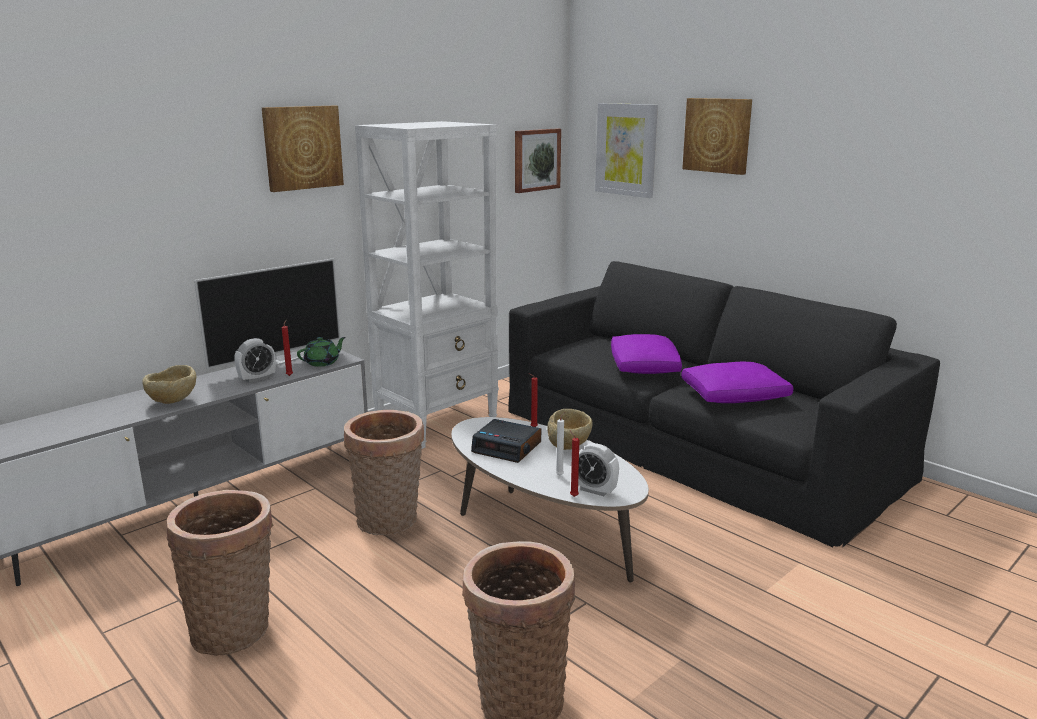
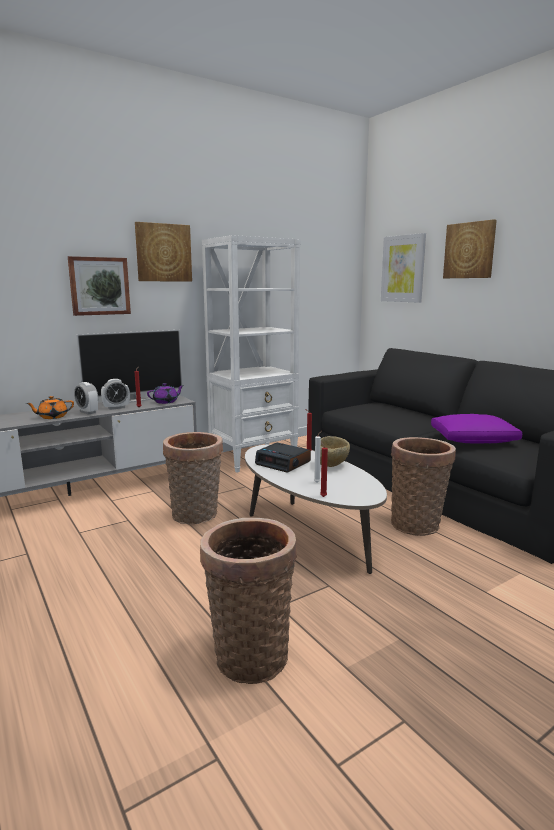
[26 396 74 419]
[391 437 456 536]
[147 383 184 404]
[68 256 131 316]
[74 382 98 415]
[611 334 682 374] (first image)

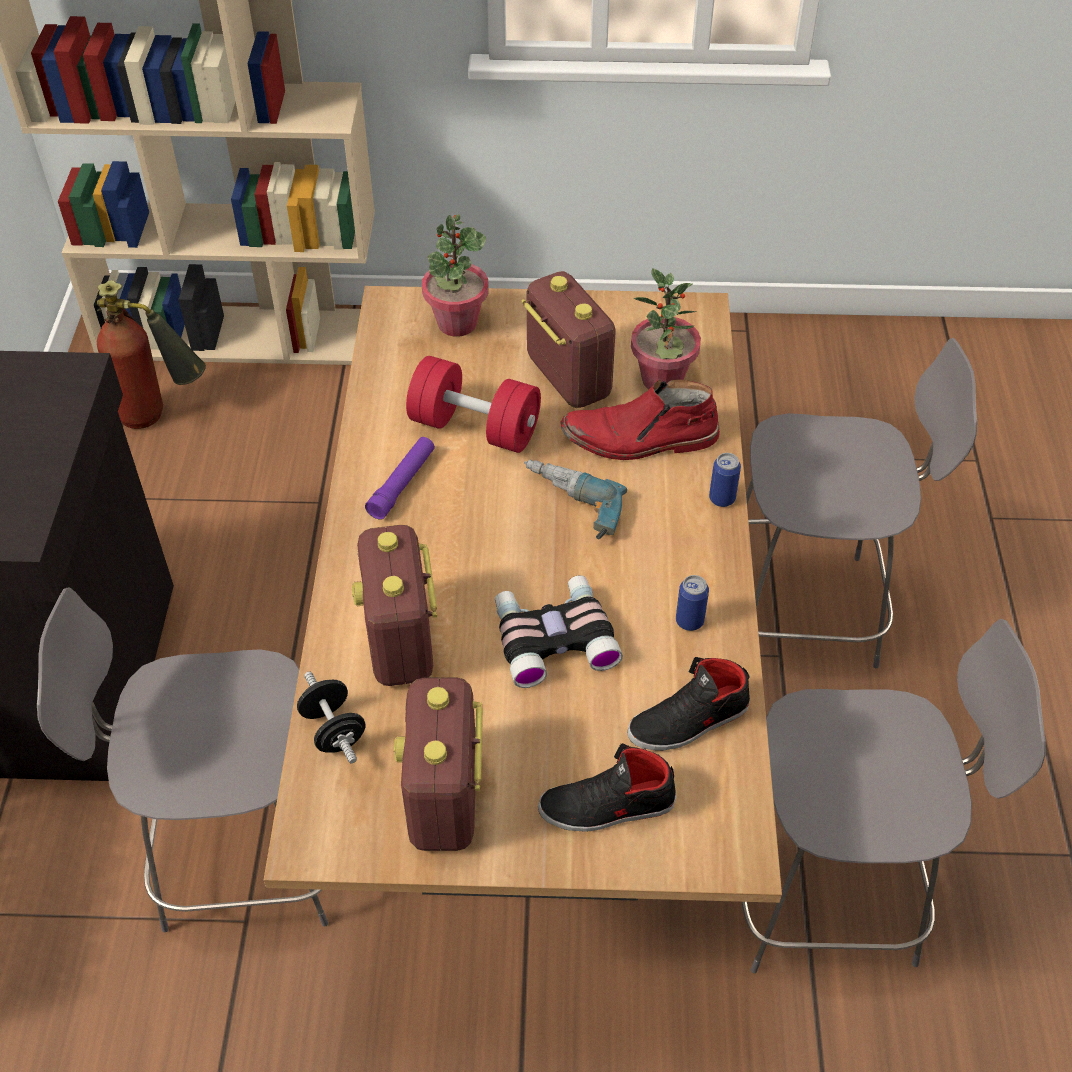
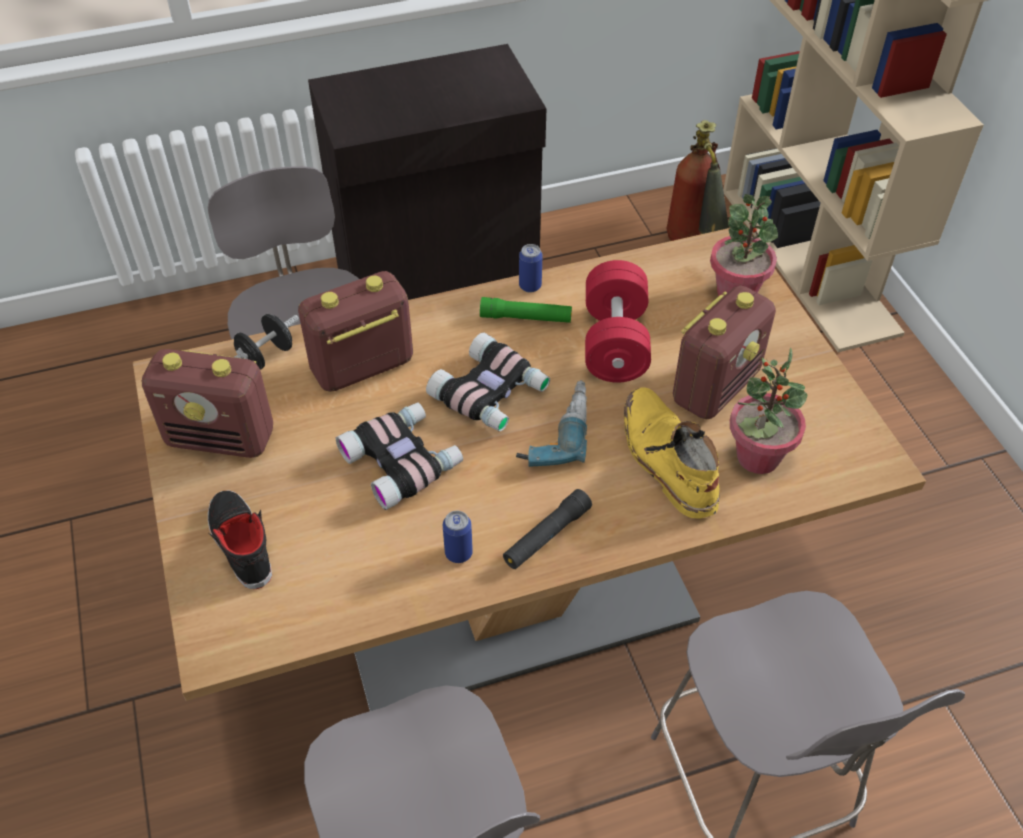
[480 297 572 323]
[142 349 273 458]
[624 388 720 519]
[627 657 750 751] (first image)
[519 244 542 293]
[426 332 550 432]
[503 489 592 569]

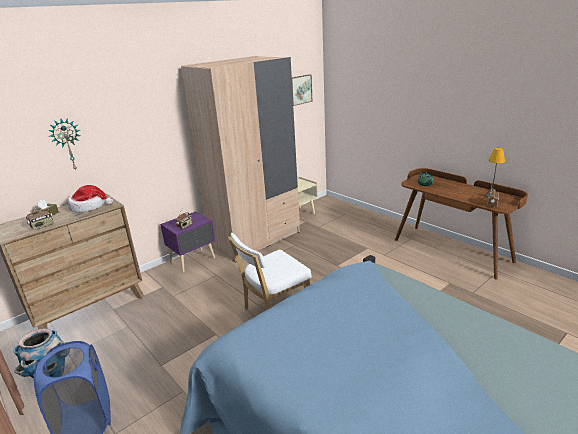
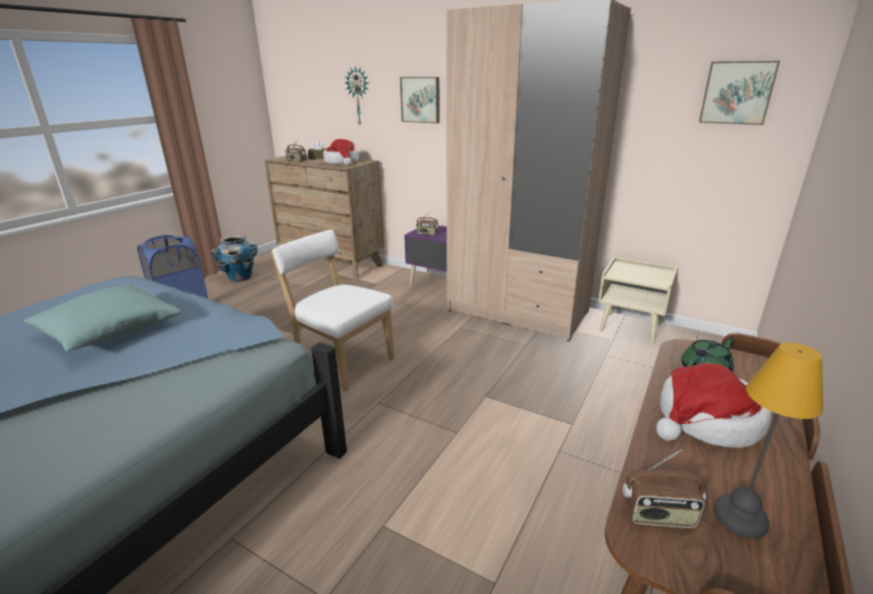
[24 284 182 351]
[400 77 440 123]
[656 363 772 448]

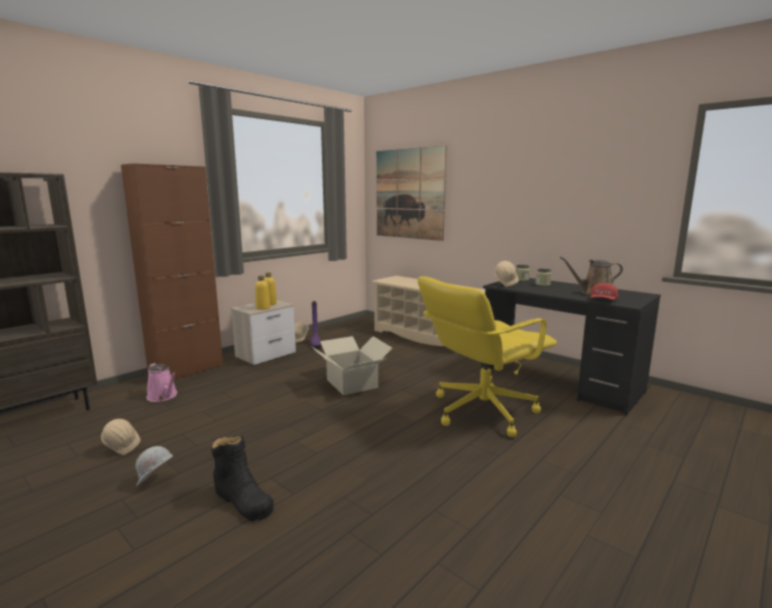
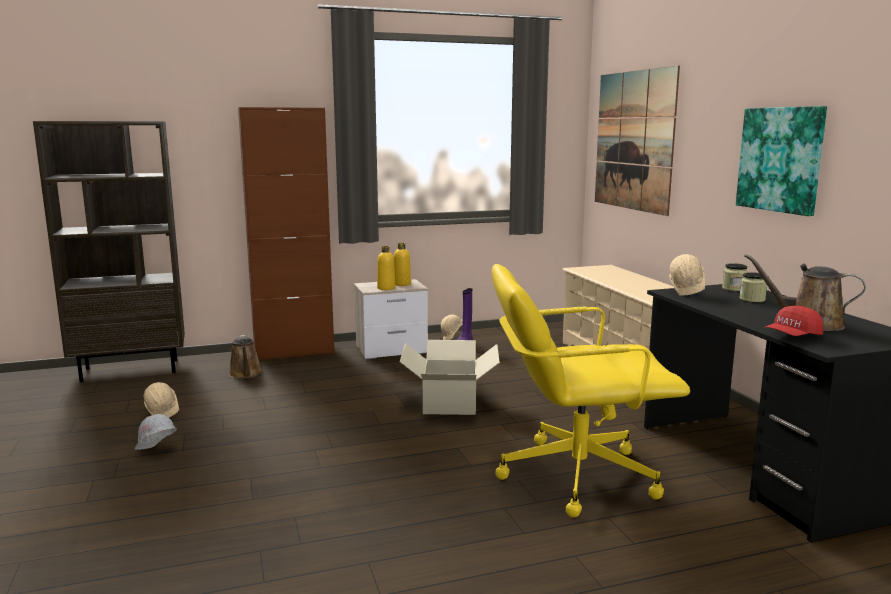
[229 335 262 379]
[211 435 274 521] (first image)
[736 106 827 216]

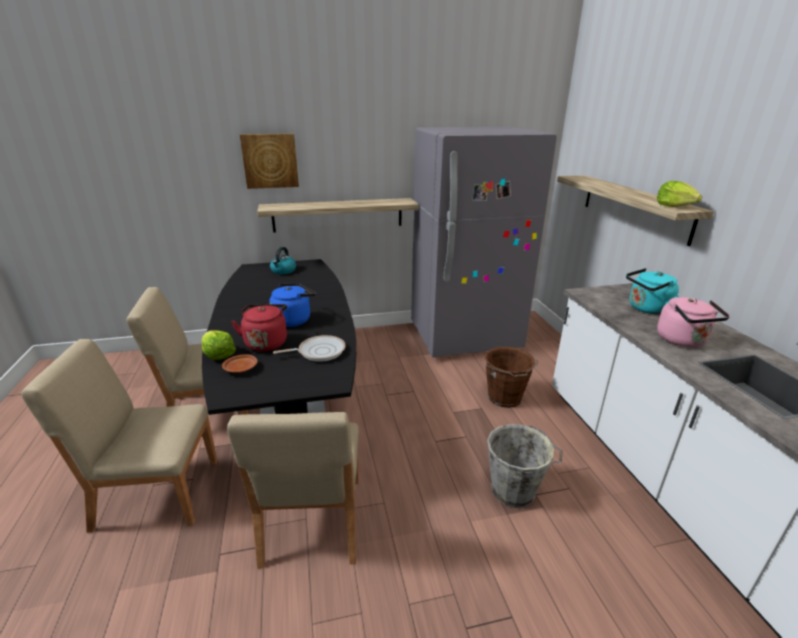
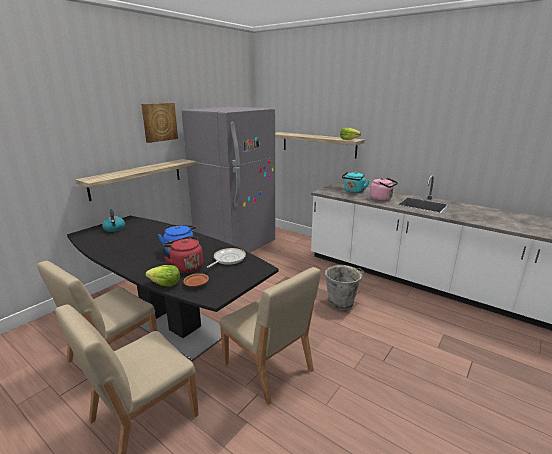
[141 103 178 143]
[485 347 538 408] (first image)

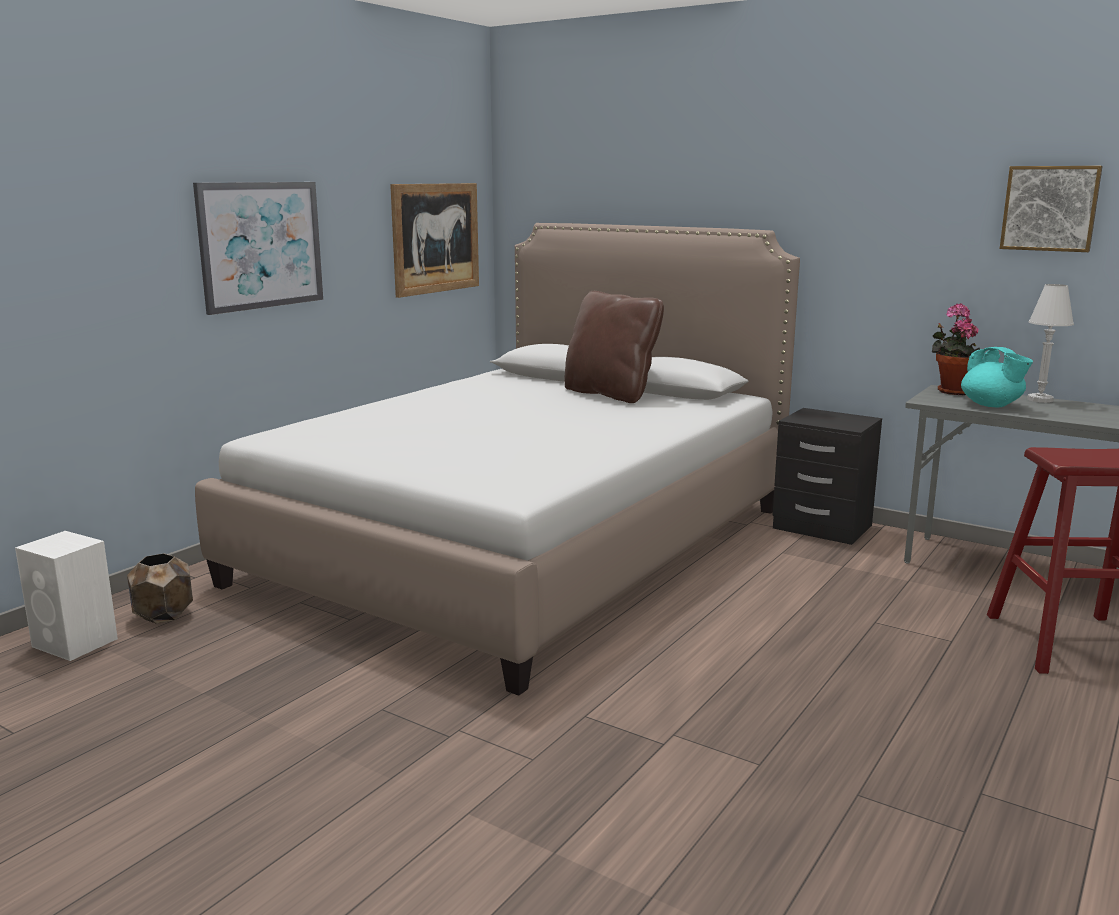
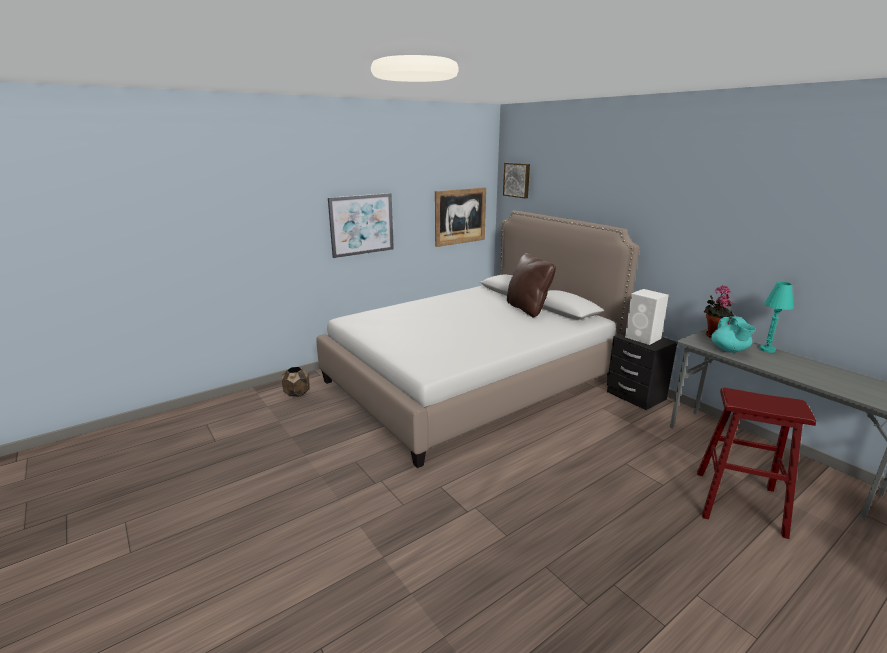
[625 289 669 345]
[503 163 530 198]
[759 282 794 353]

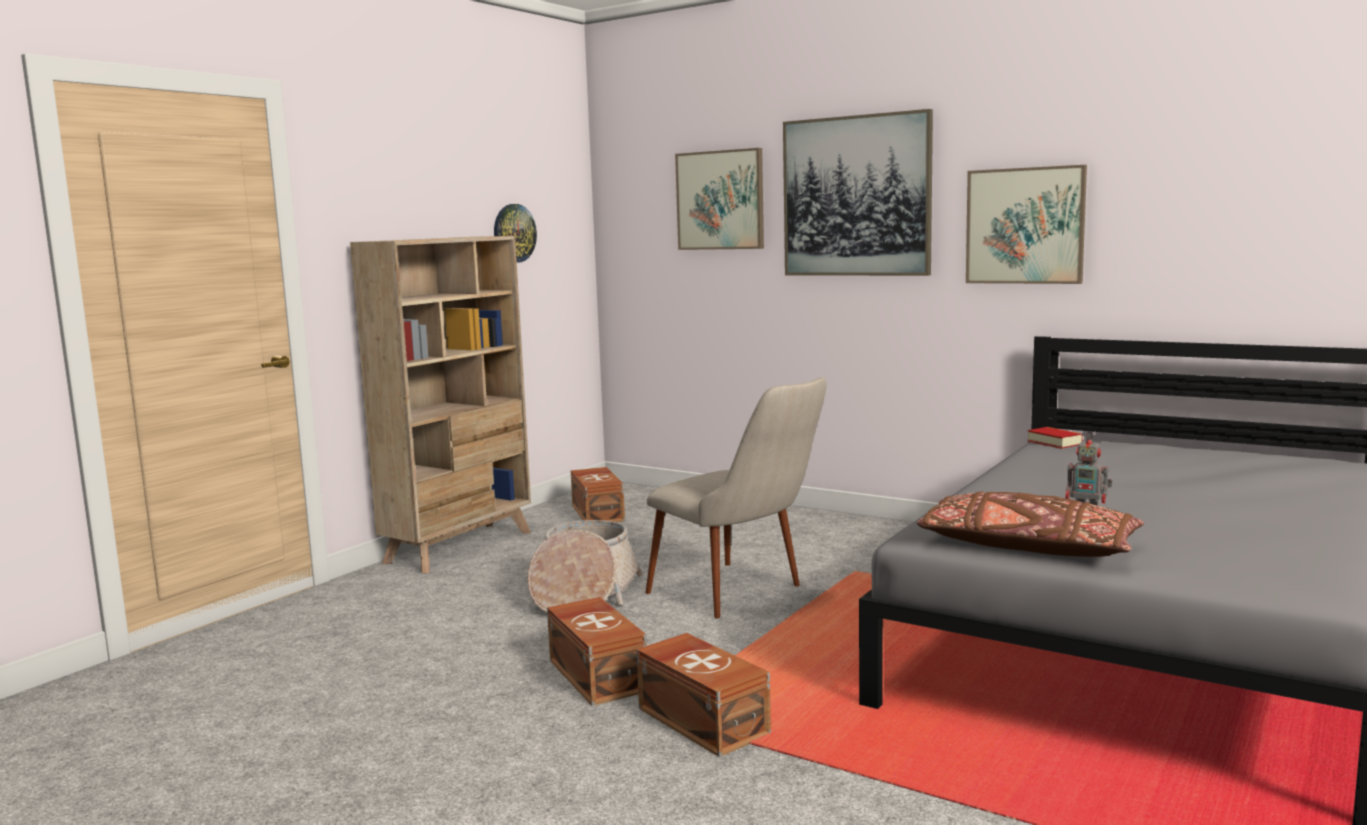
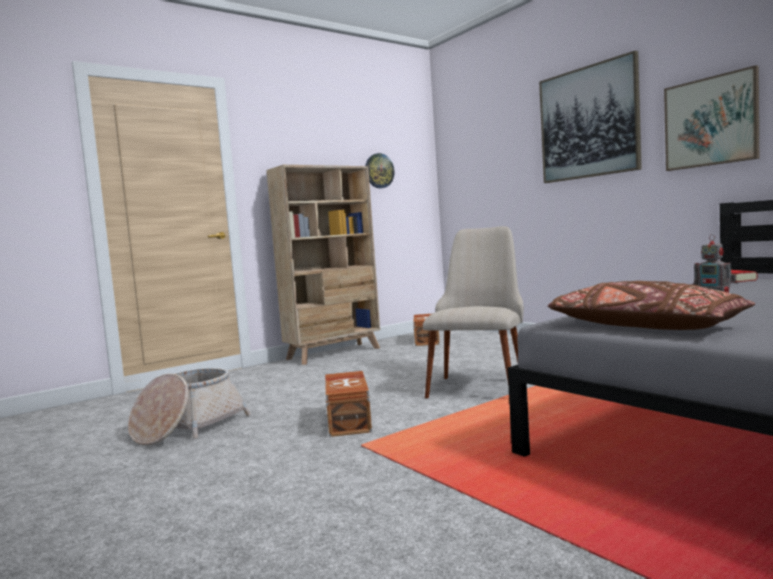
[128 368 251 445]
[636 633 771 757] (first image)
[423 226 524 398]
[675 148 764 250] (first image)

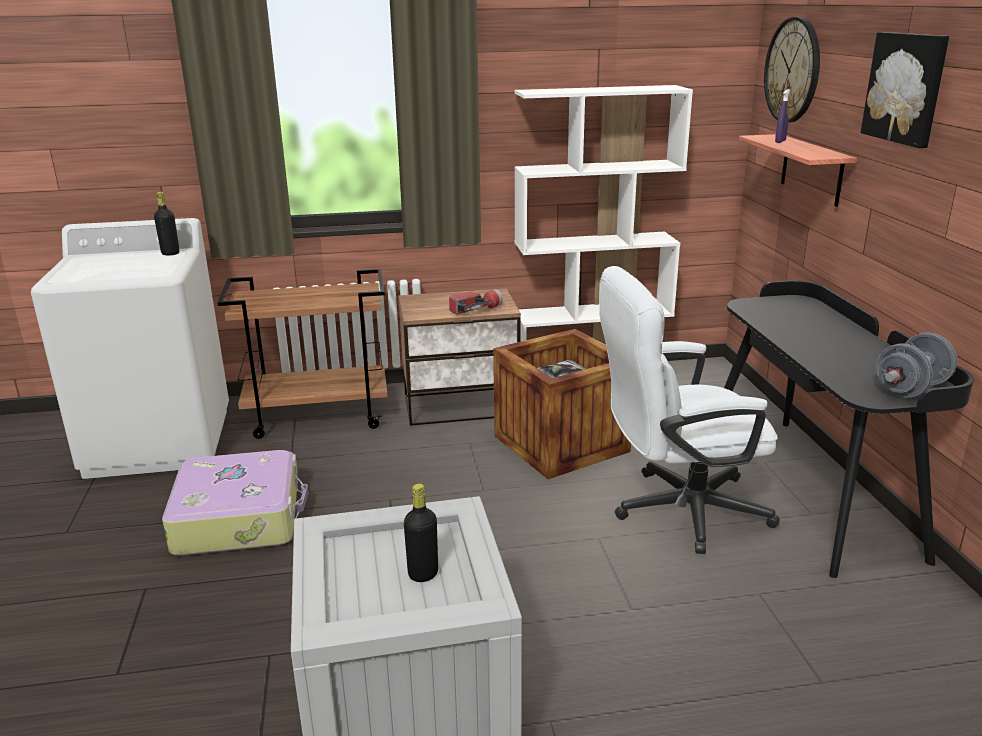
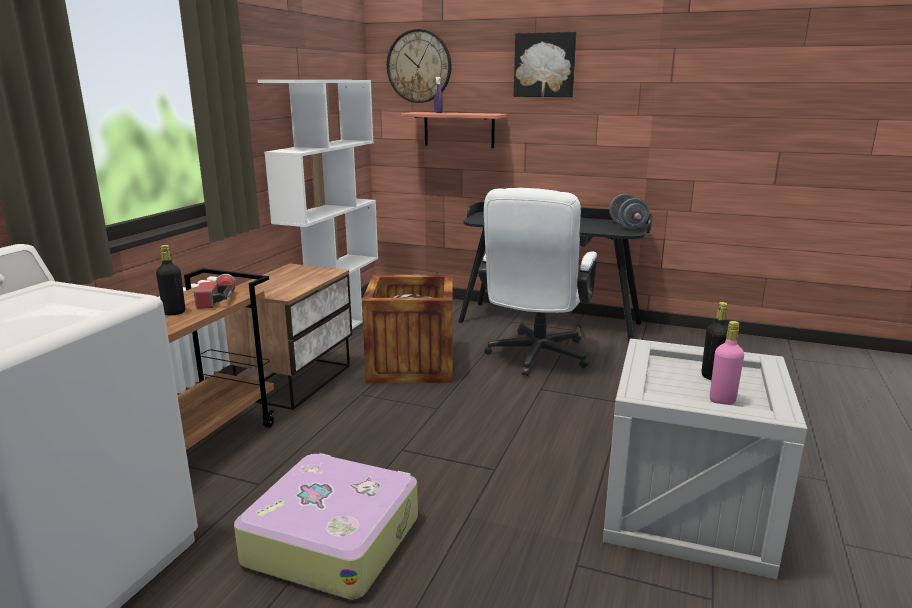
[156 245 185 315]
[194 274 236 308]
[710 321 744 405]

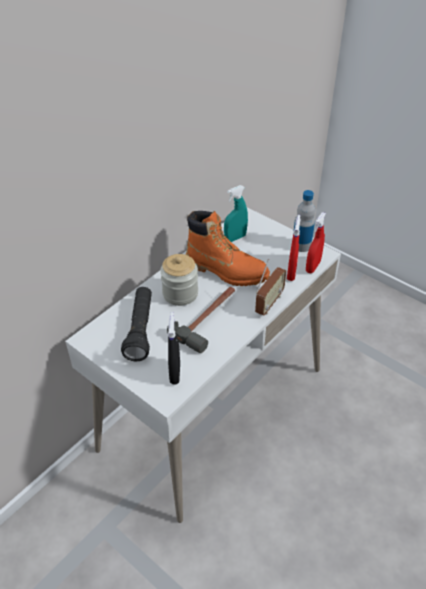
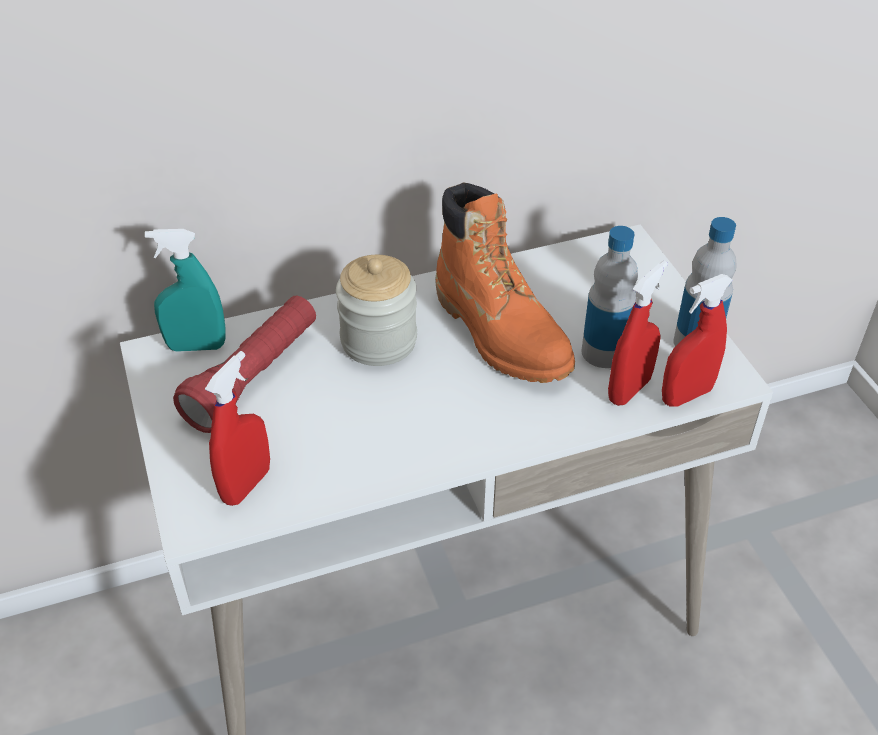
[173 296 316 433]
[167 287 235 353] (first image)
[205 351 270 506]
[145 229 225 352]
[255 259 286 316] (first image)
[581 226 638 368]

